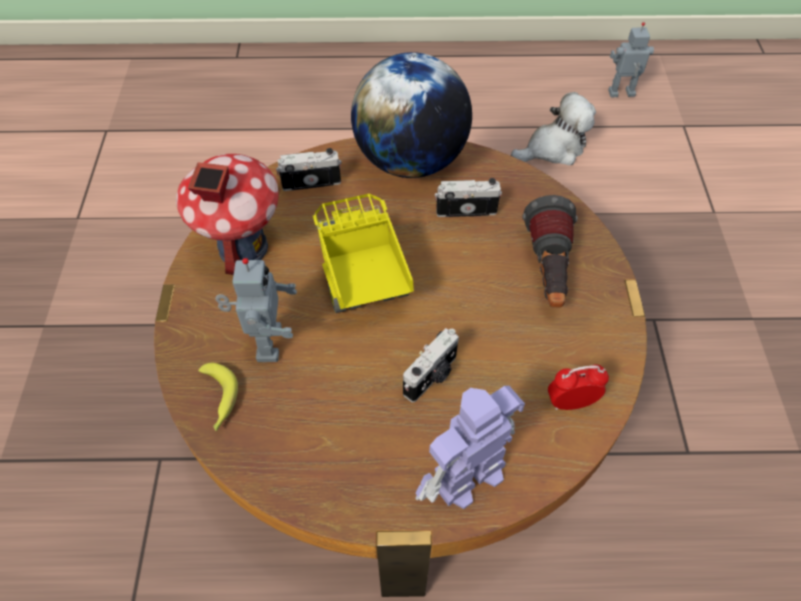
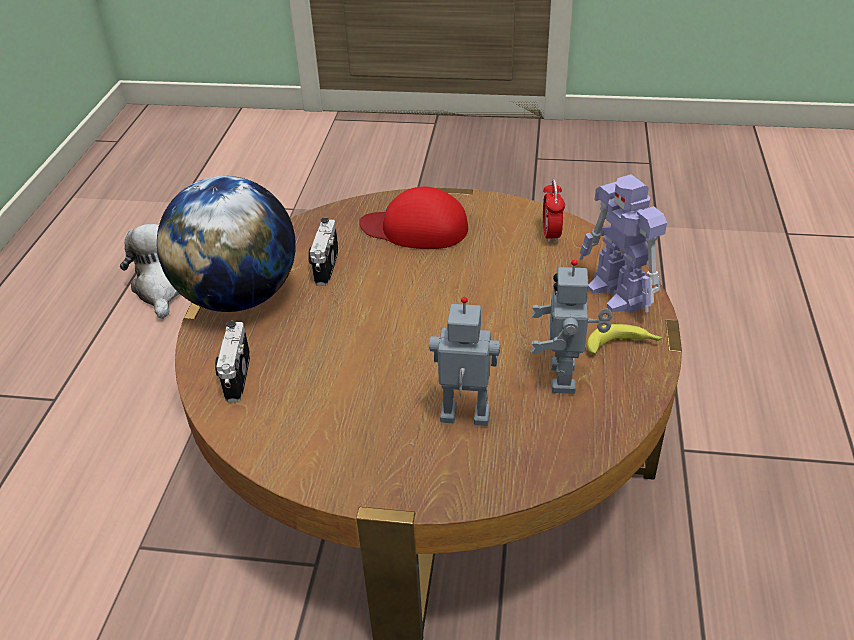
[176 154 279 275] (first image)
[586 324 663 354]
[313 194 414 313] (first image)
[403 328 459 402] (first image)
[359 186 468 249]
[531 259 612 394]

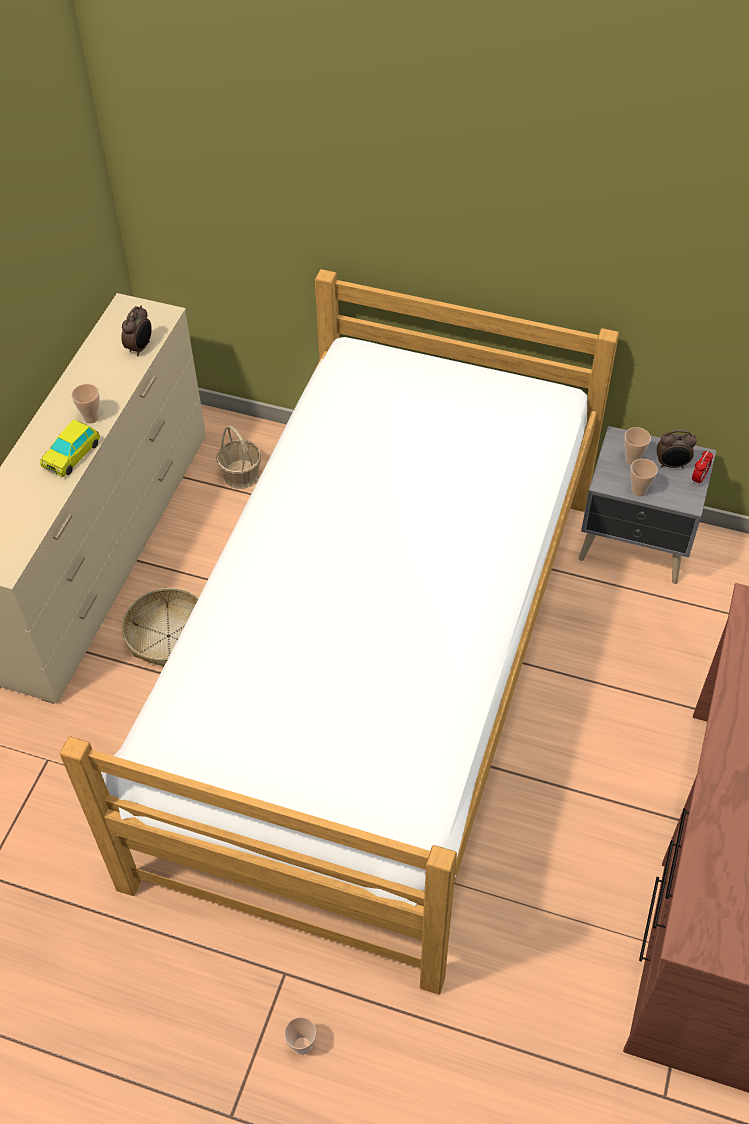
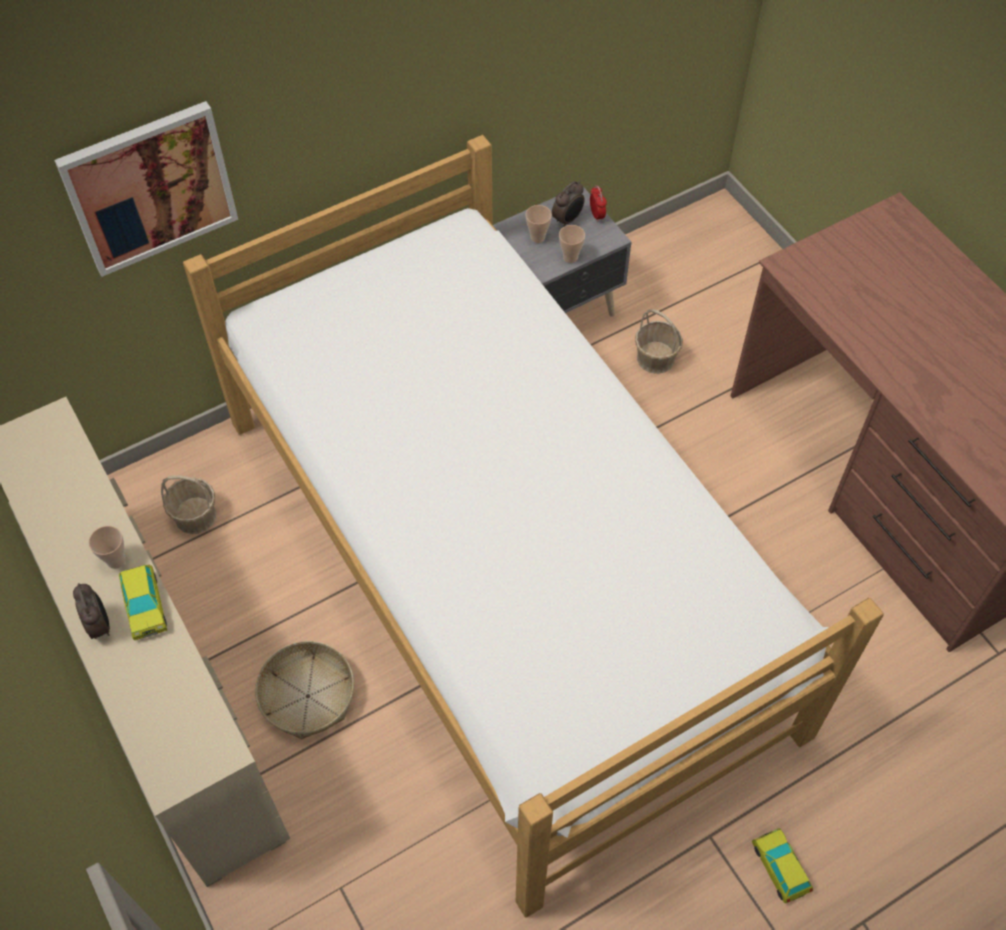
[73 583 110 639]
[752 828 813 903]
[54 101 238 277]
[635 309 683 374]

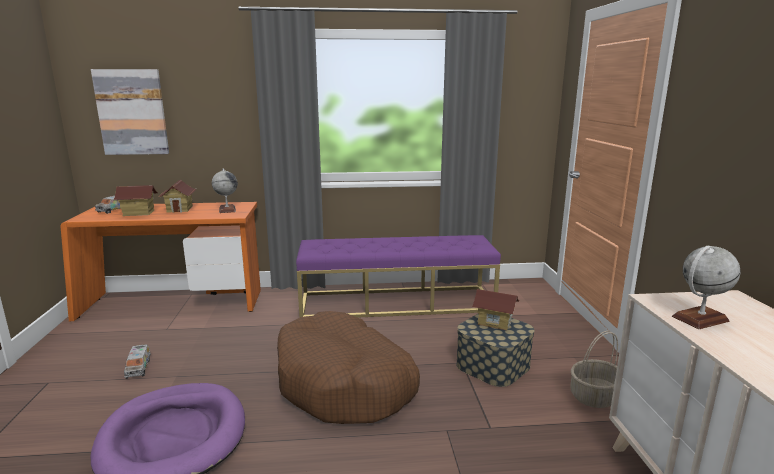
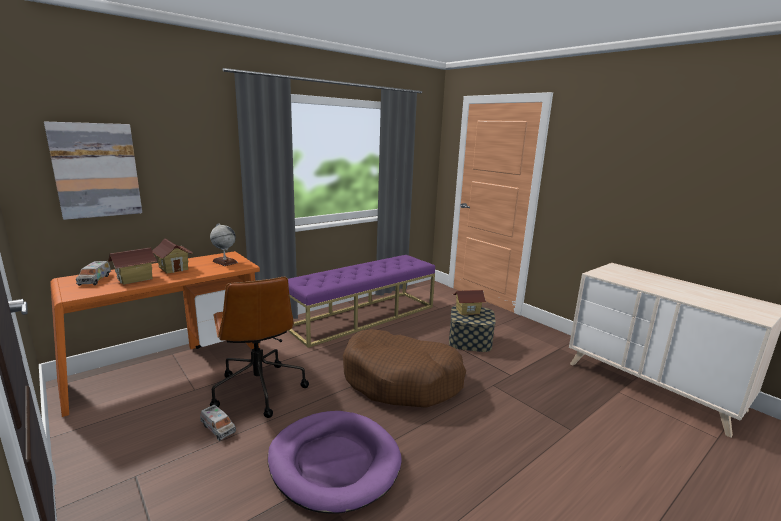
[571 331 618 408] (first image)
[672 246 741 329] (first image)
[210 277 309 418]

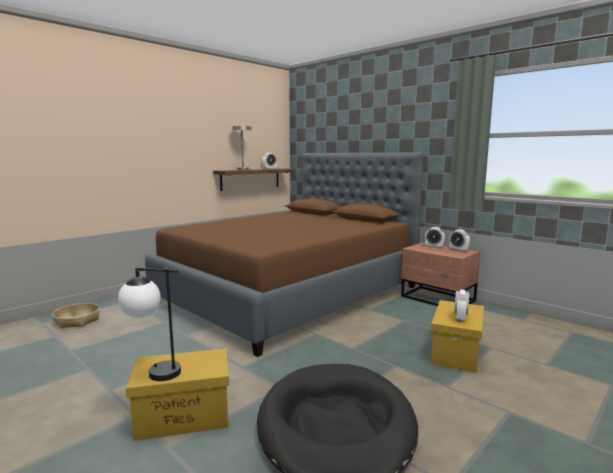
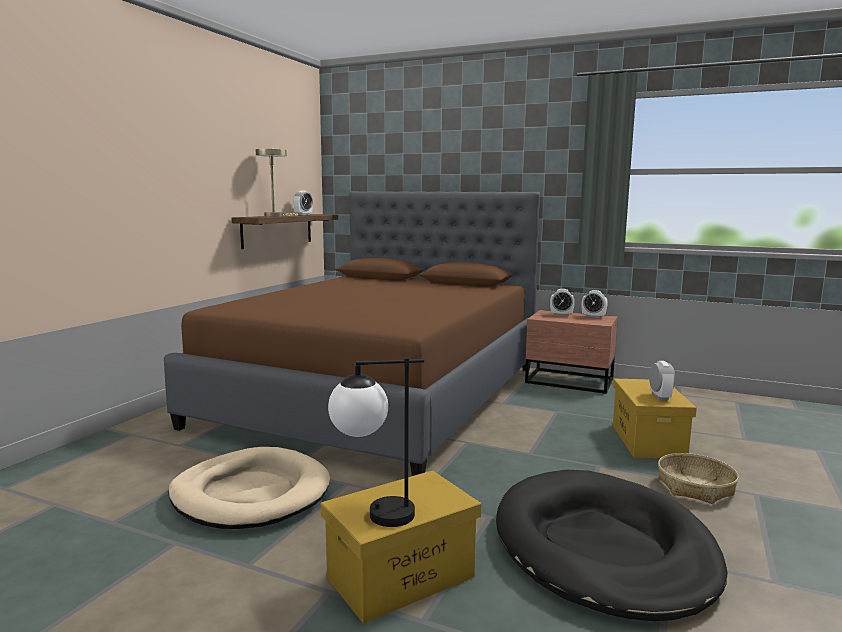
[658 453 739 504]
[168 447 330 529]

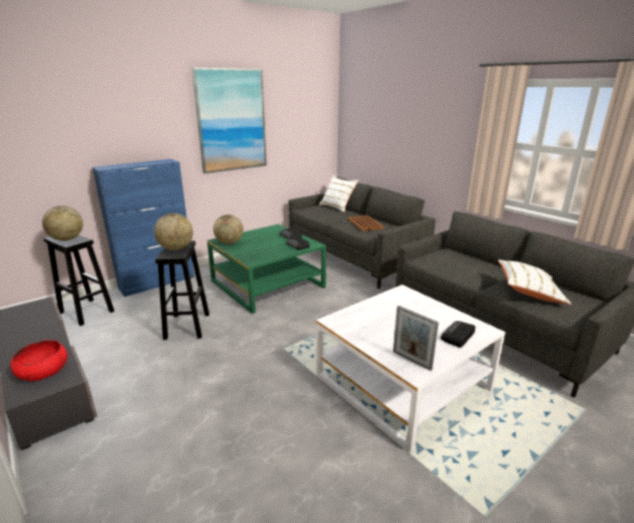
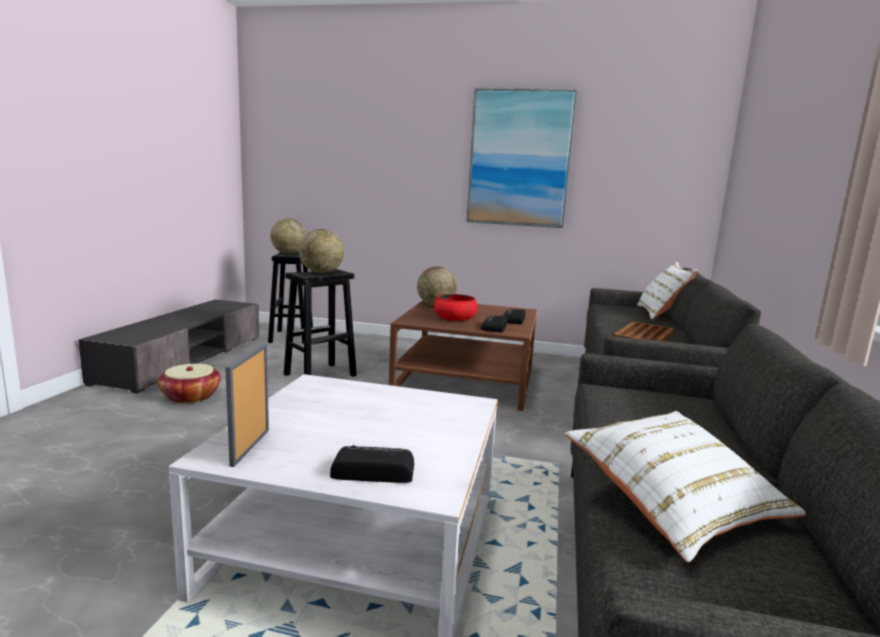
[434 294 478 321]
[92 159 194 297] (first image)
[389 300 537 411]
[158 363 221 404]

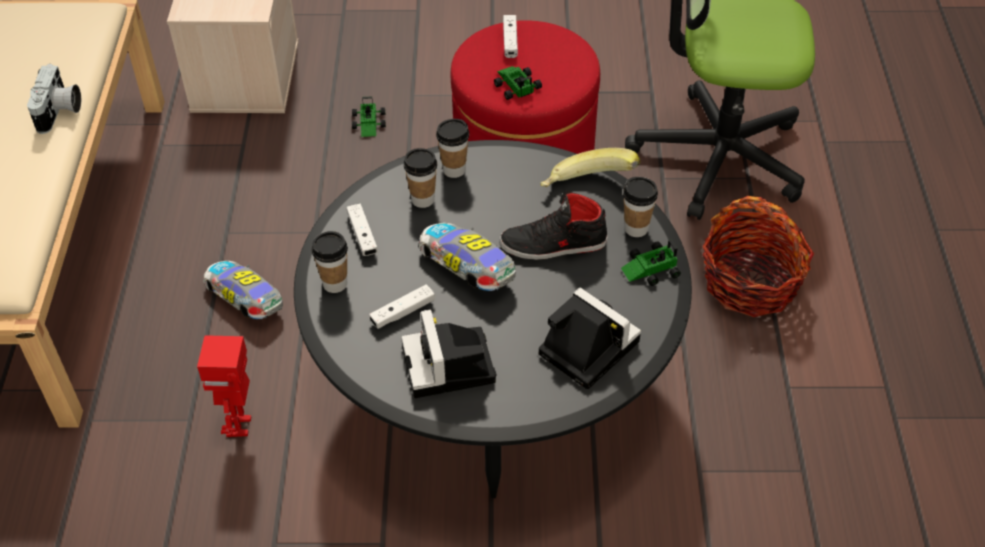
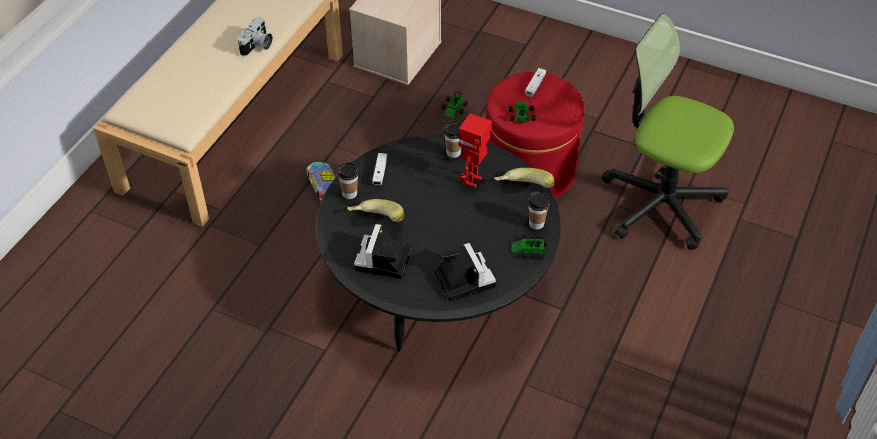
[458 113 492 188]
[347 199 404 222]
[404 148 437 208] (first image)
[419 223 516 291] (first image)
[499 190 608 260] (first image)
[703 196 814 317] (first image)

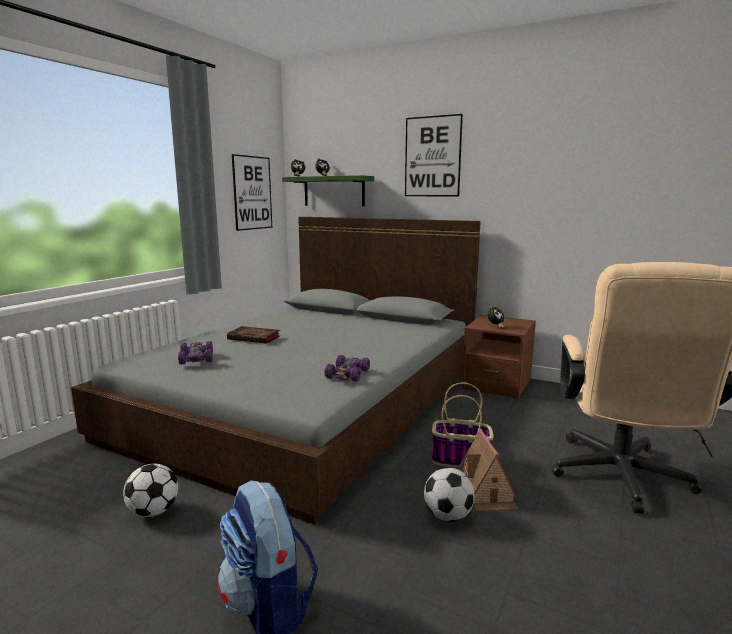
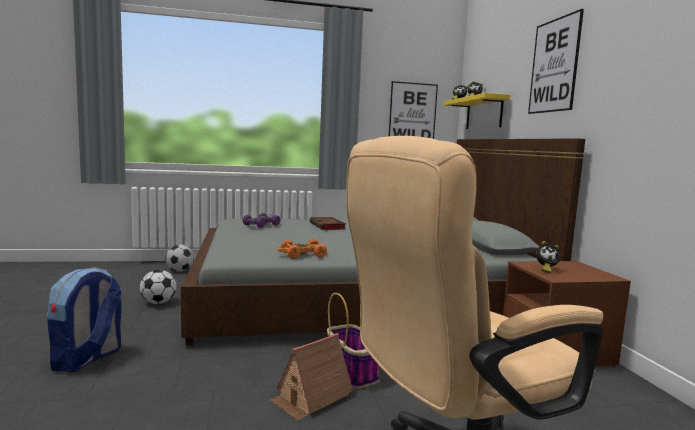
[443 93 510 129]
[277 239 327 259]
[166 244 194 272]

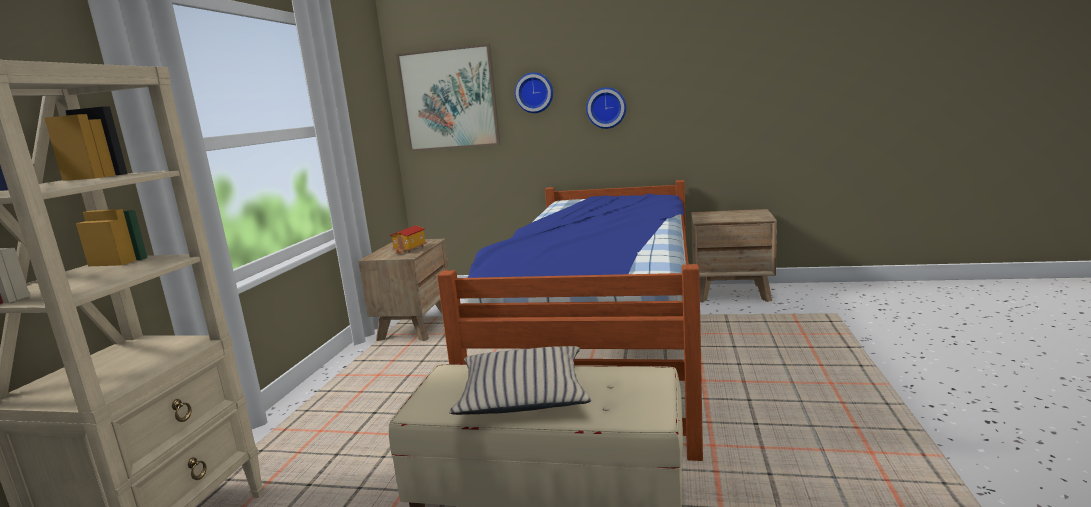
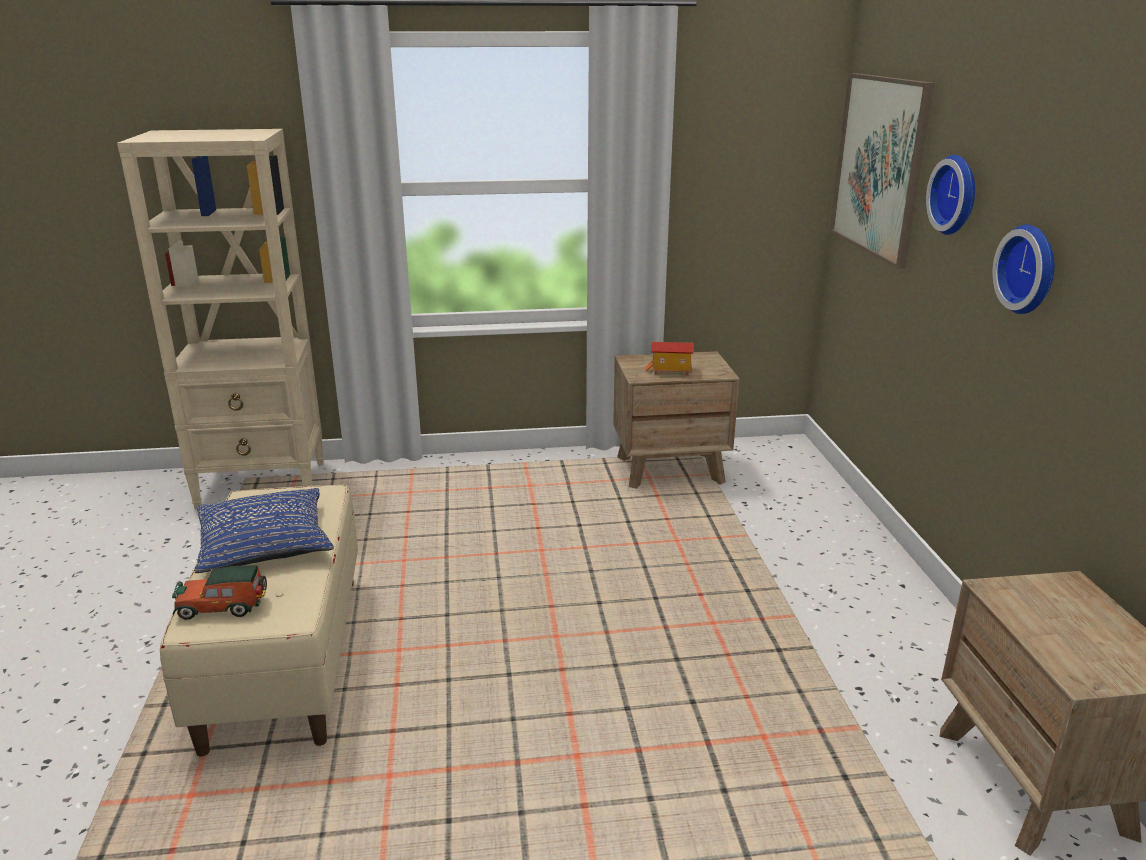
[437 180 703 461] (first image)
[194 488 334 573]
[172 565 267 620]

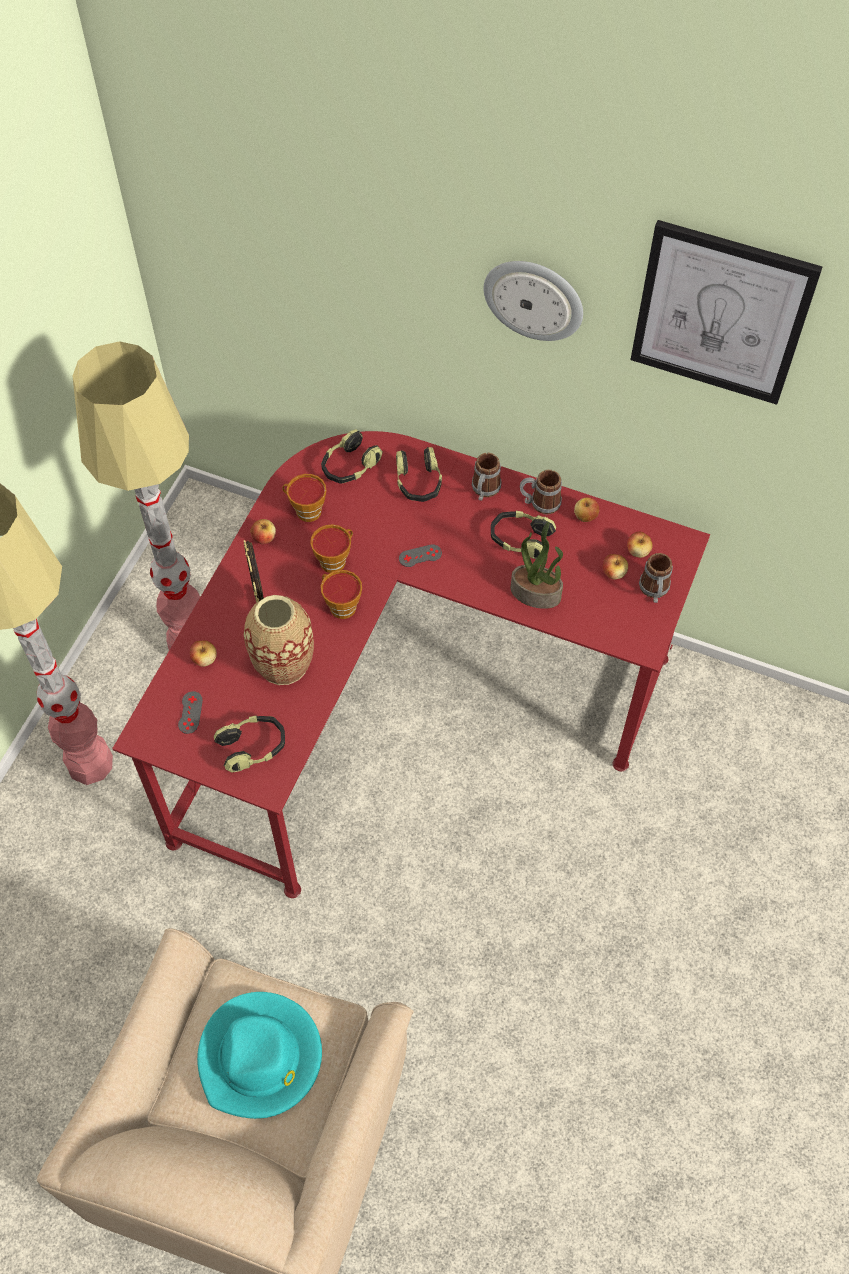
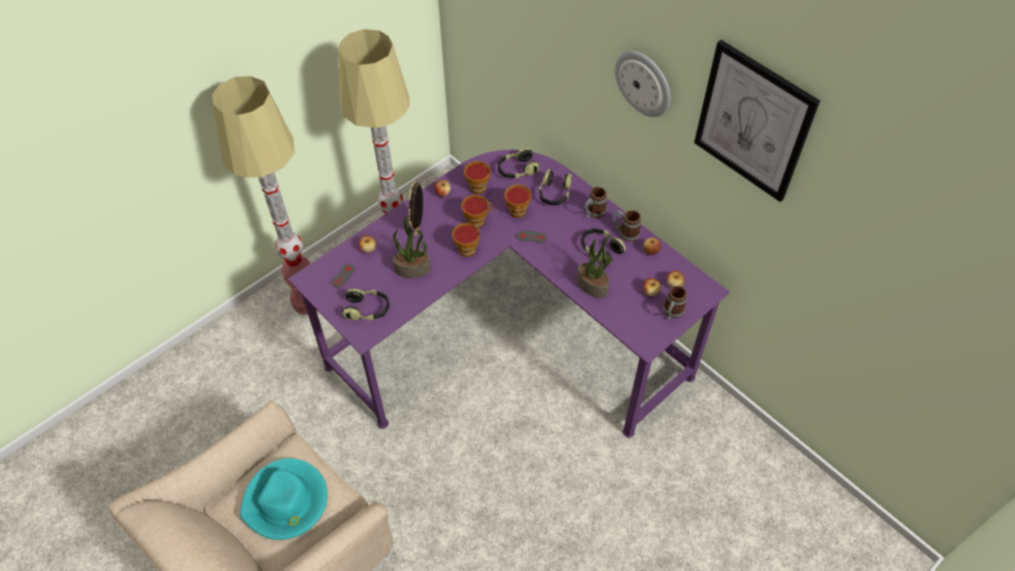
[288 150 730 438]
[393 216 431 278]
[504 185 531 218]

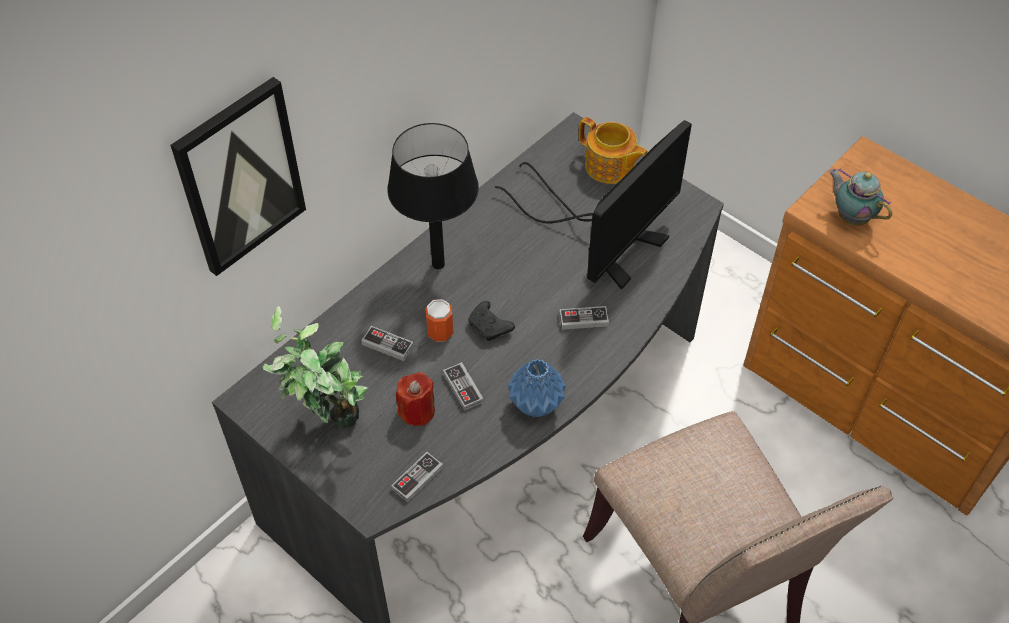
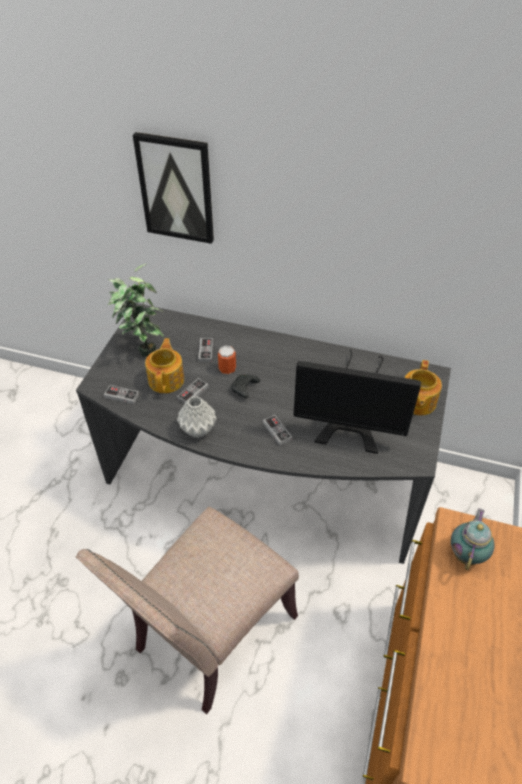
[387 123 479 269] (first image)
[145 338 184 393]
[177 396 217 438]

